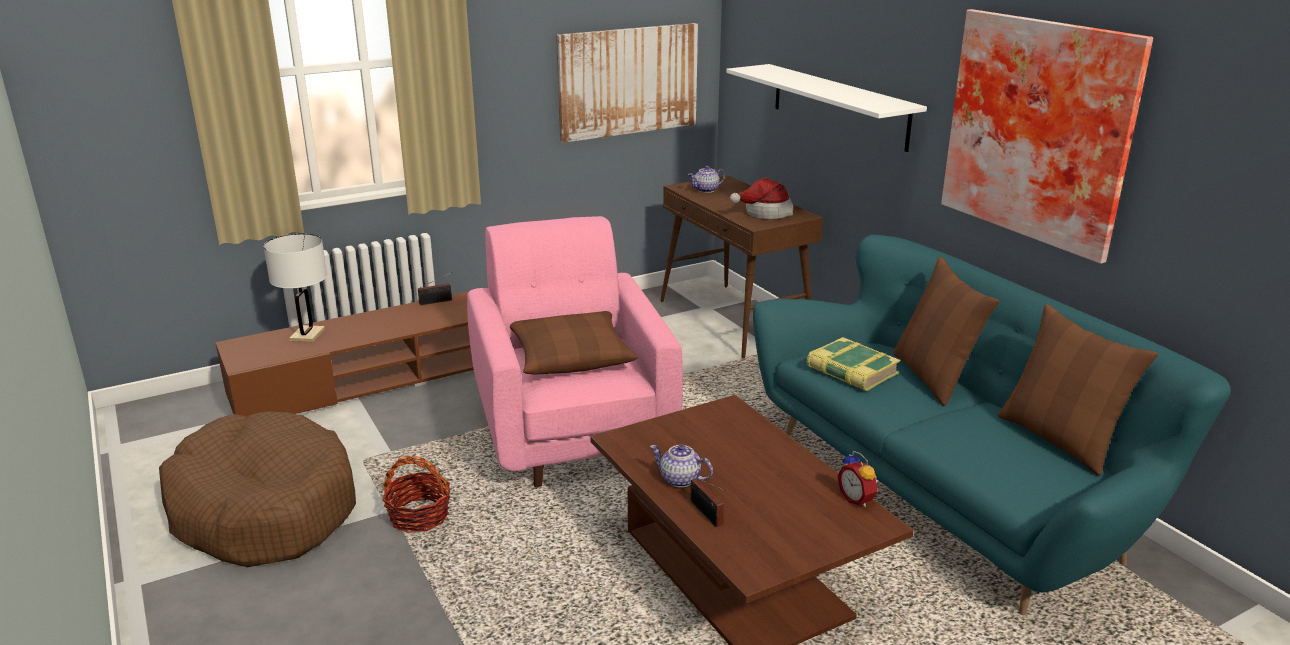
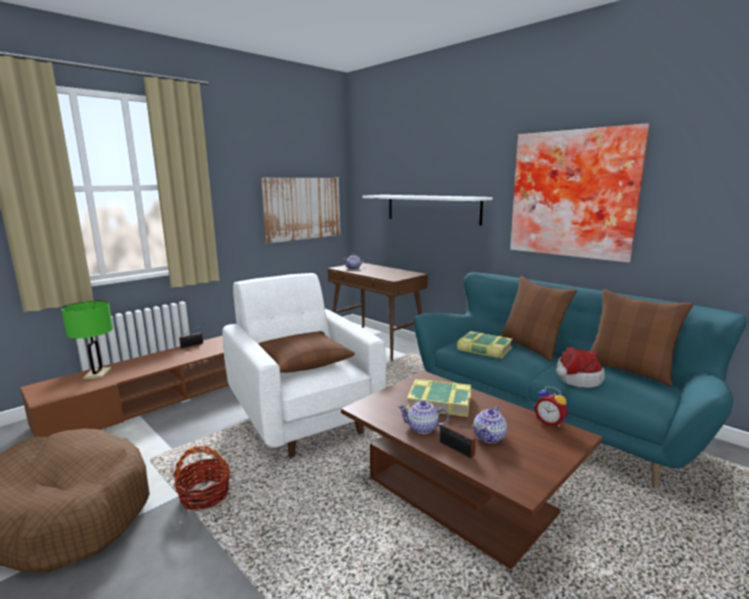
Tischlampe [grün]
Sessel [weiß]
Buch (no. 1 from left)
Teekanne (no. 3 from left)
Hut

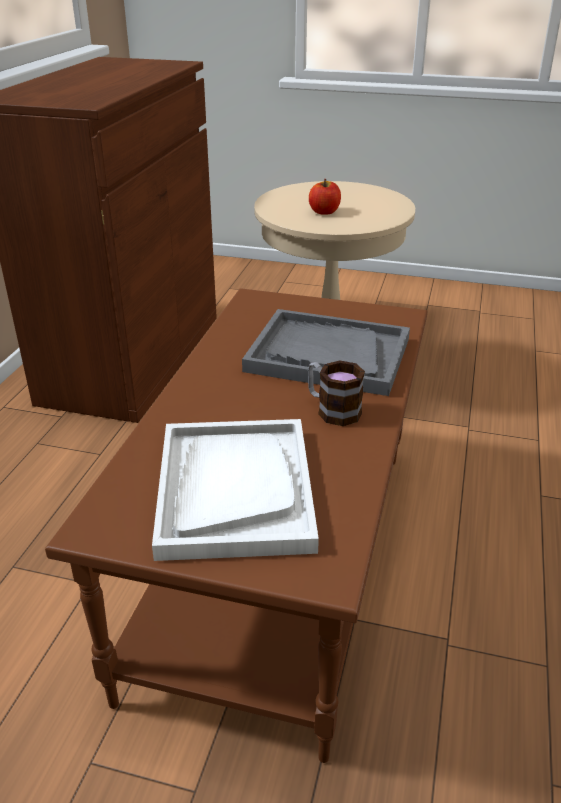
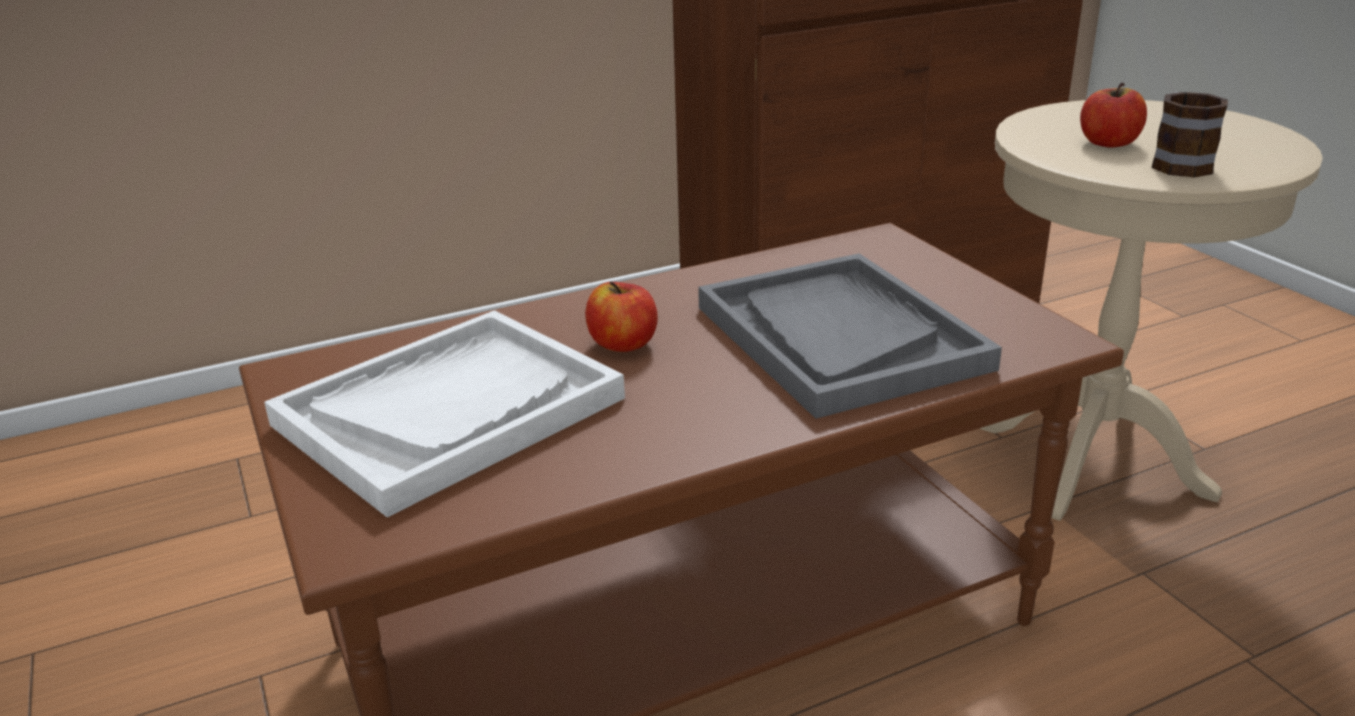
Apfel (no. 1 from left)
Henkelbecher

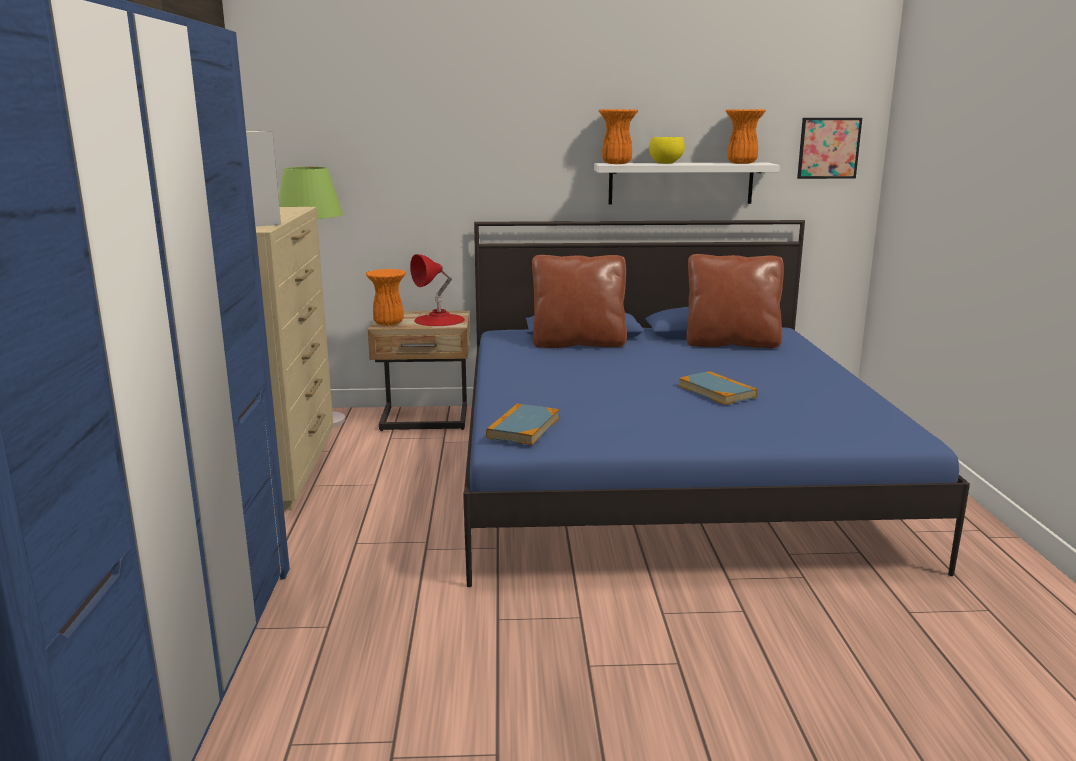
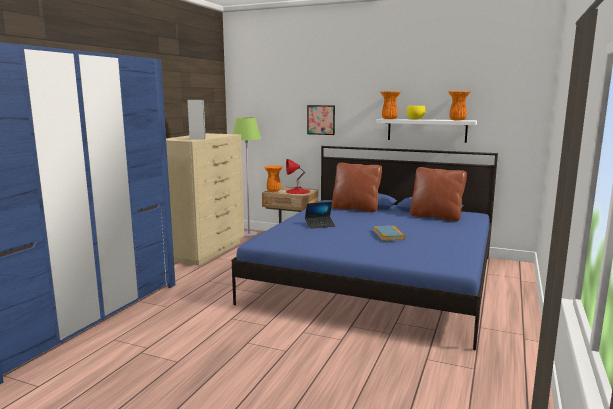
Laptop
Bild
Buch (no. 1 from left in the first image)

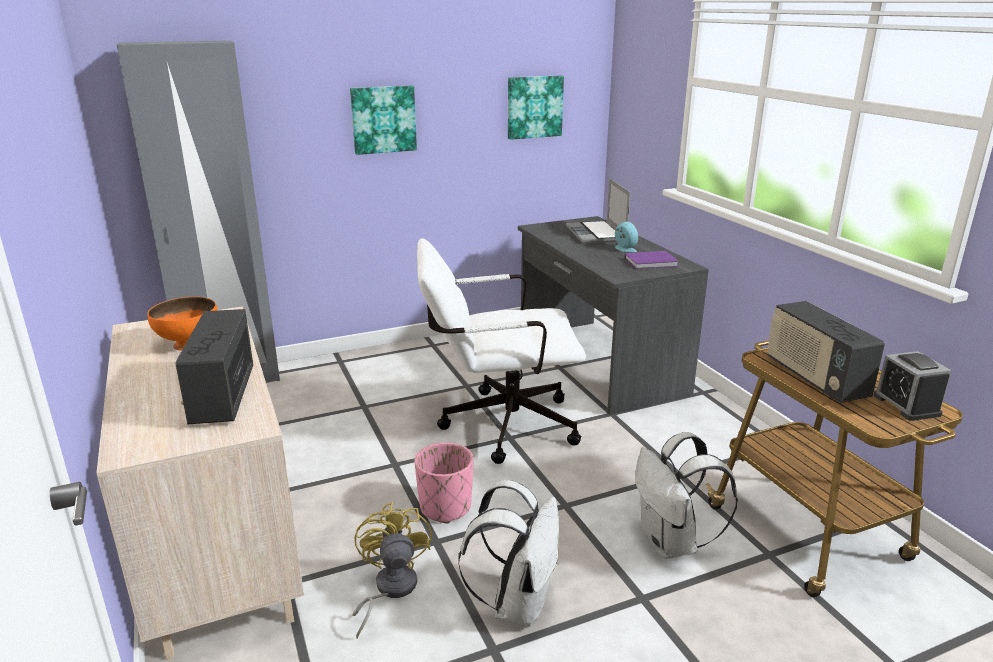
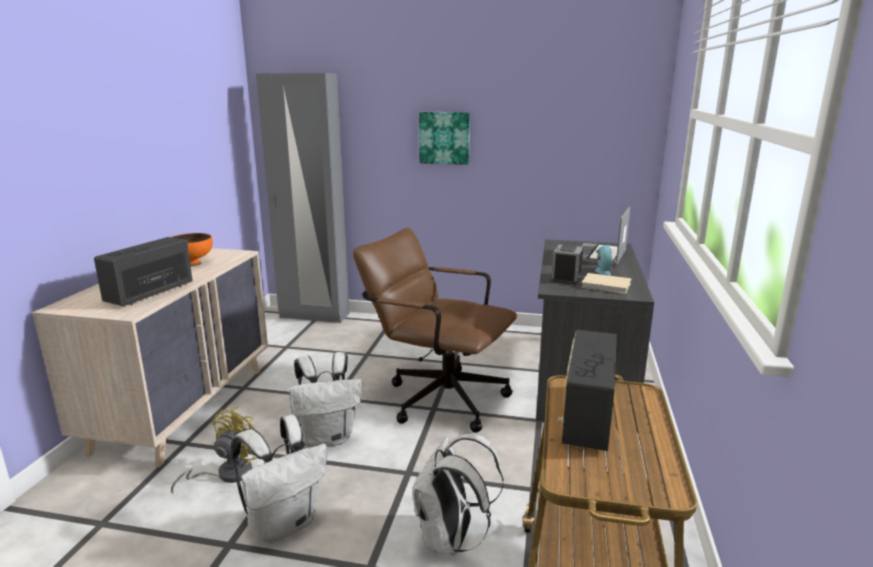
Rucksack [weiß] (no. 2 from left)
Bürostuhl [braun]
Wecker (no. 1 from left)
Buch [beige]
Bild (no. 2 from left in the first image)

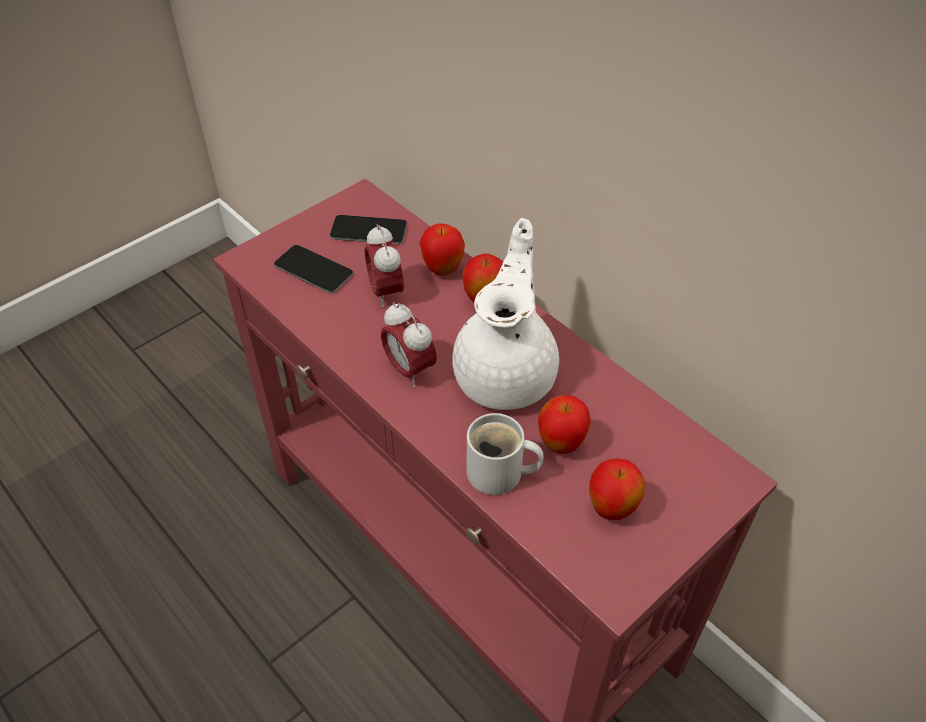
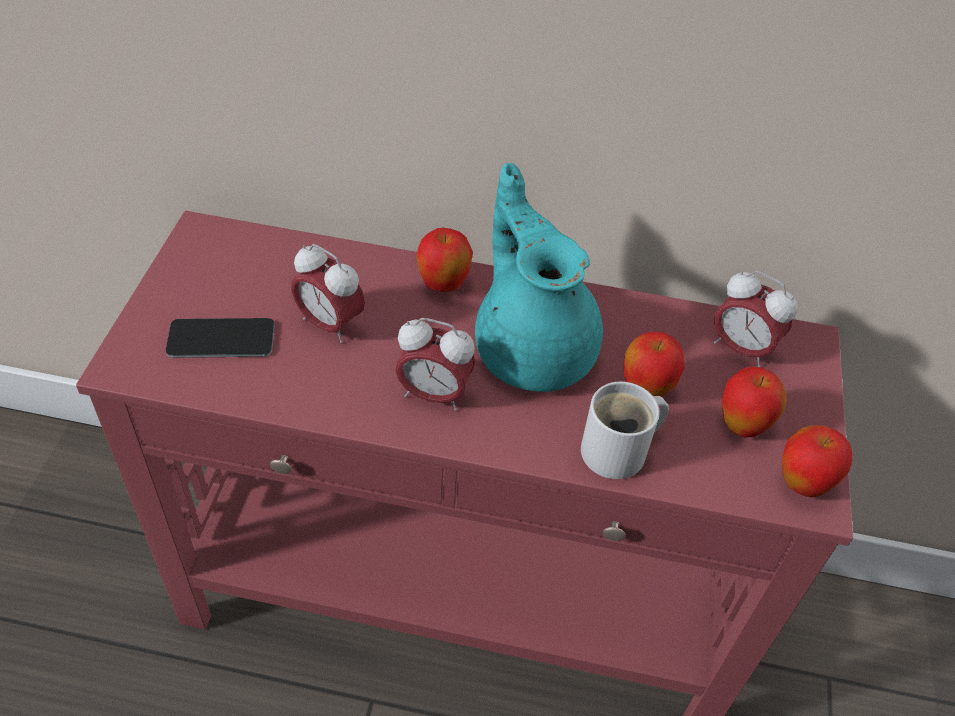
Teekanne [türkis]
Wecker (no. 3 from left)
Apfel (no. 4 from left)
Handy (no. 2 from left in the first image)

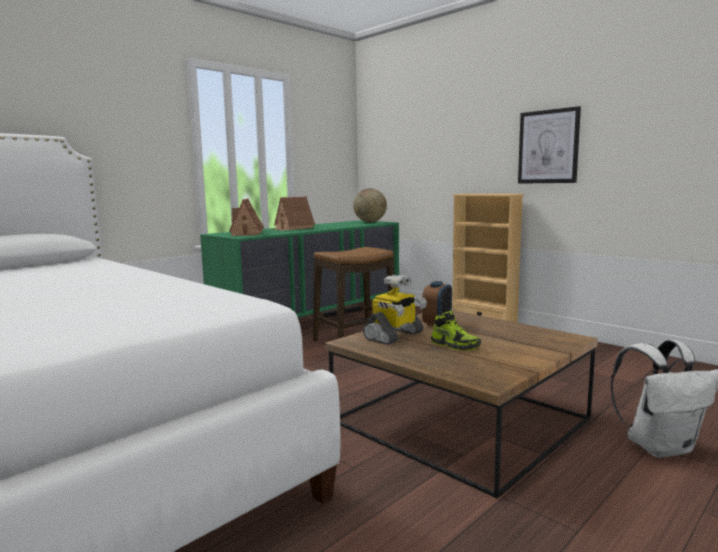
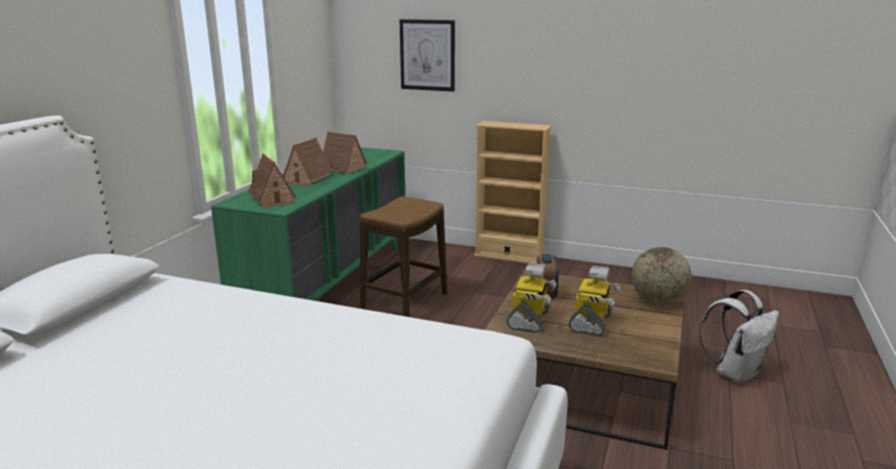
Spielzeughaus (no. 3 from left)
Bild
Spielzeugroboter (no. 2 from left)
Globus

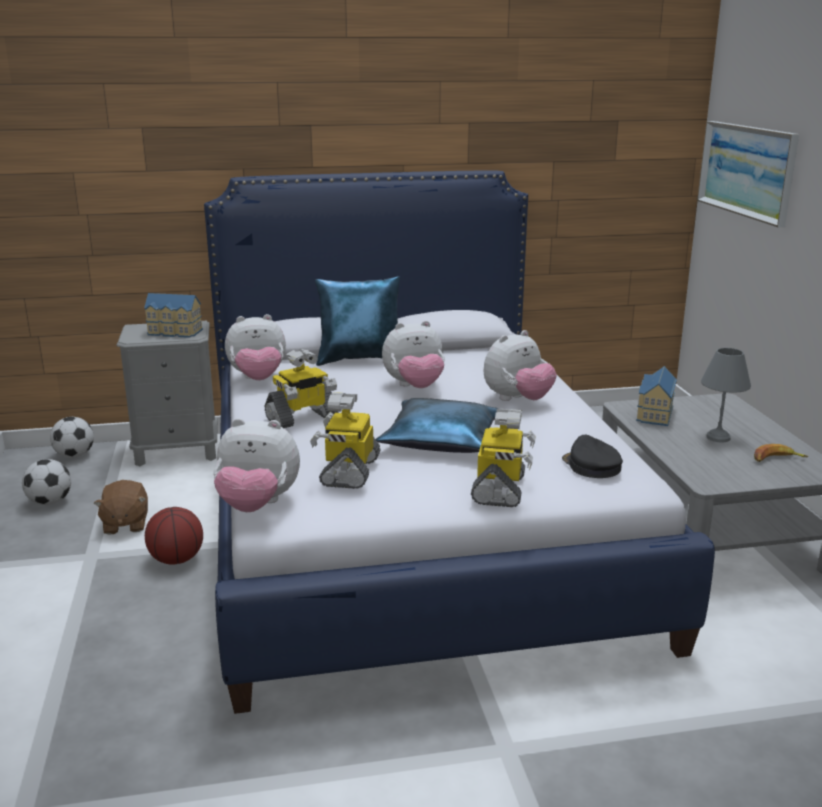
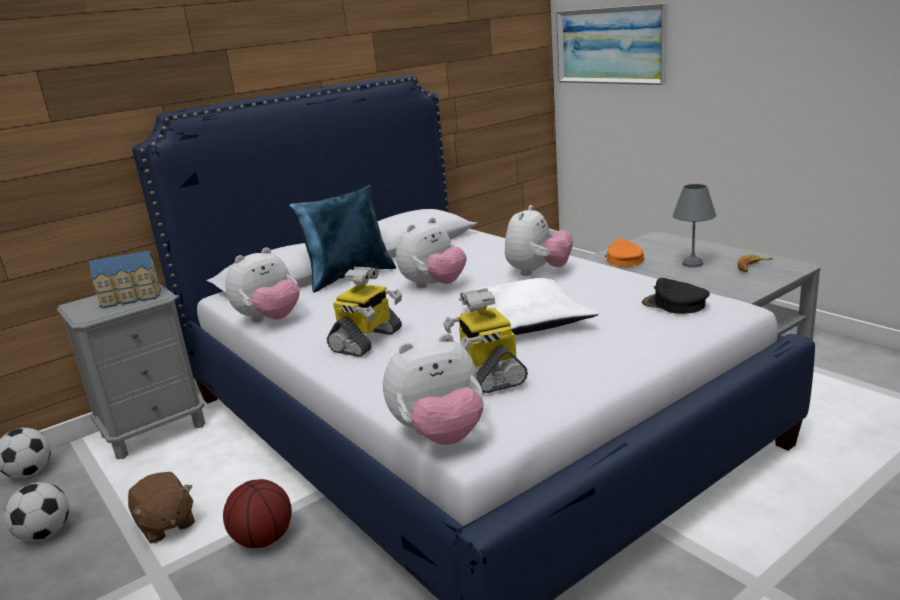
Kissen [weiß]
Kappe [orange]
Spielzeugroboter (no. 3 from left in the first image)

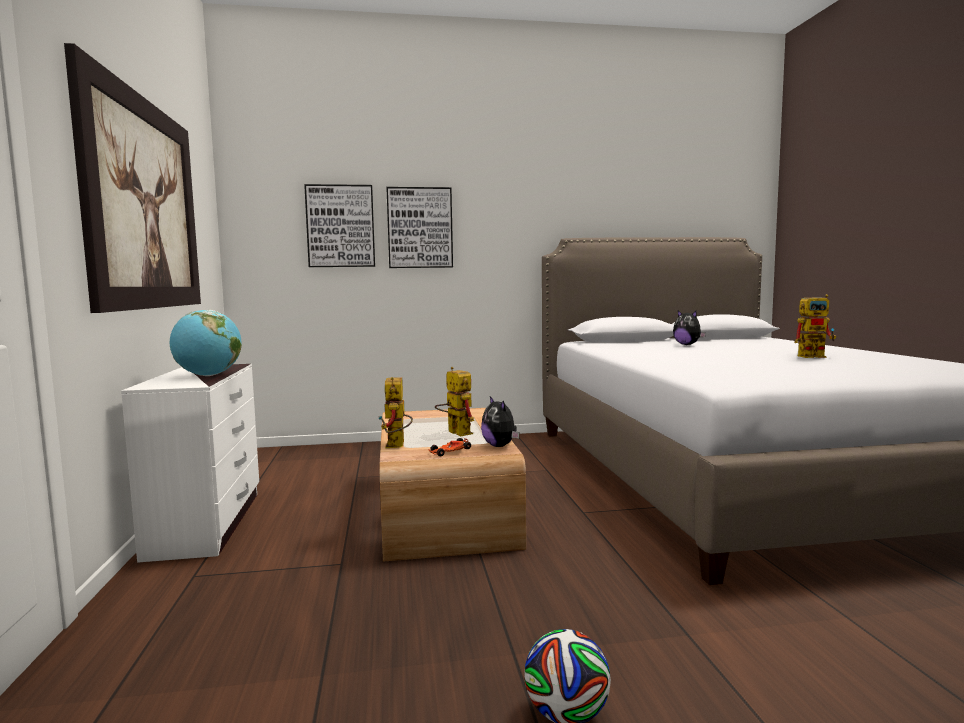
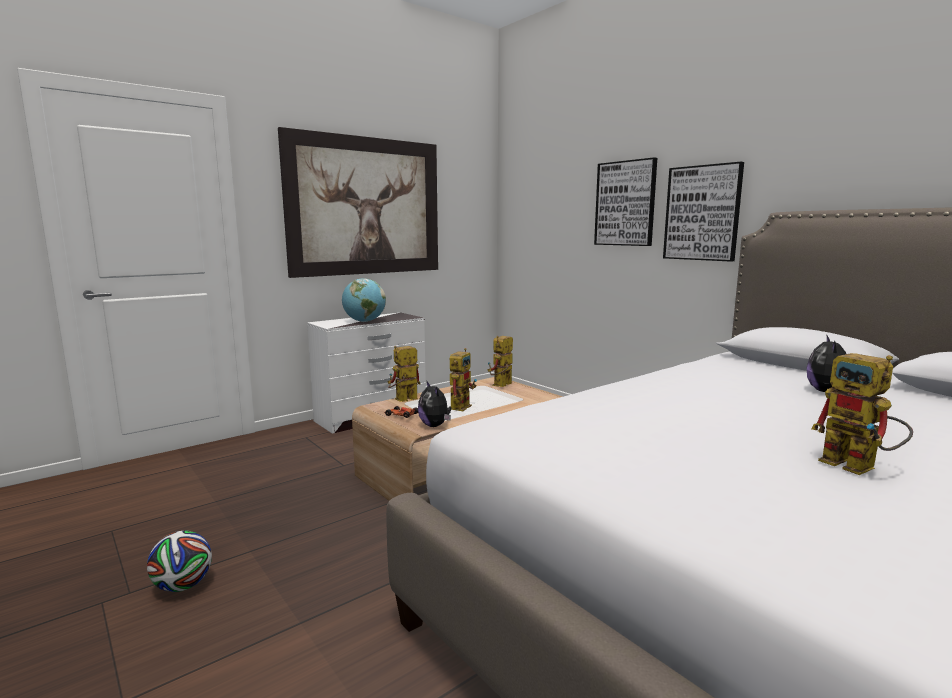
Plüschtier (no. 1 from left)
Spielzeugroboter (no. 3 from left)
Bild (no. 3 from left)

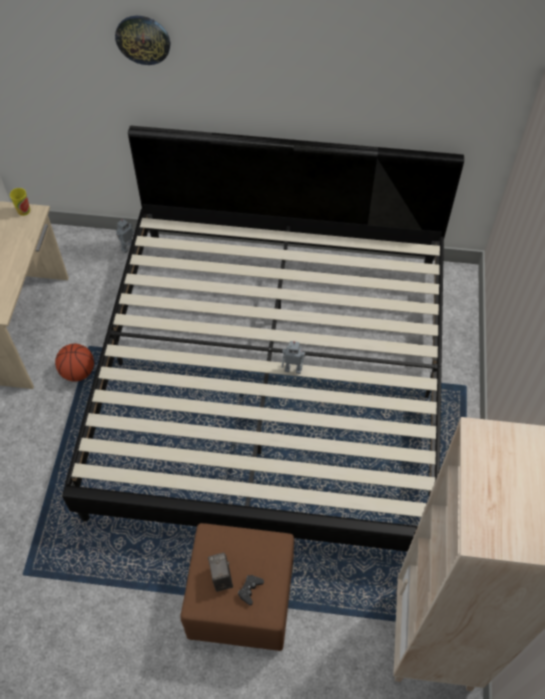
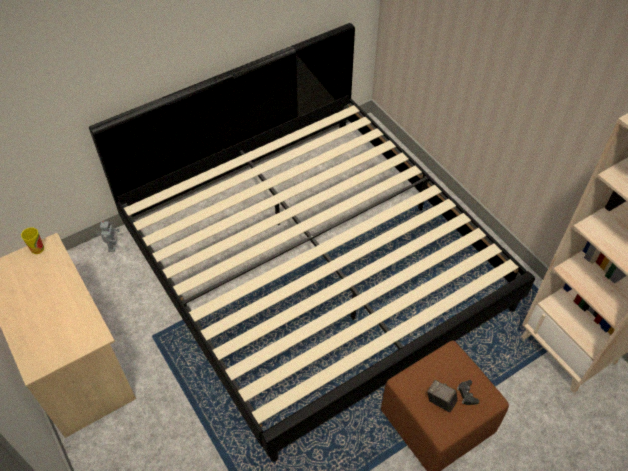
Basketball
Wanduhr
Spielzeugroboter (no. 2 from left in the first image)

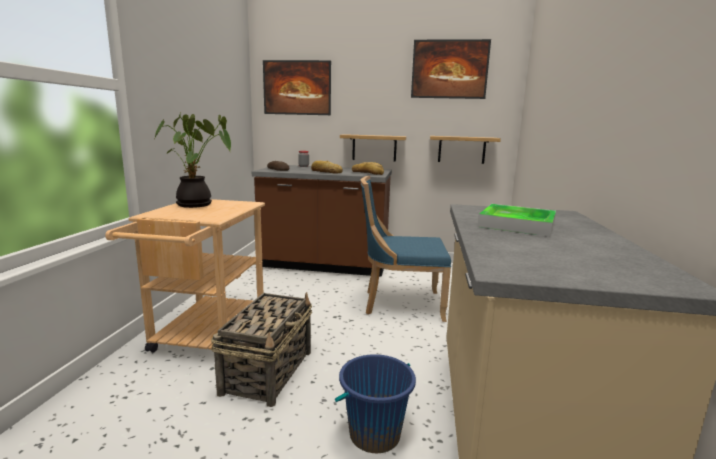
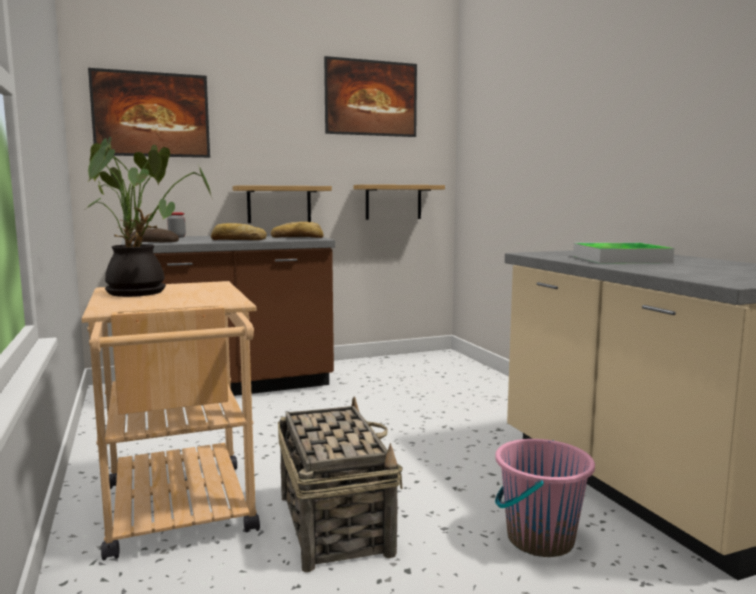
Eimer [rosa]
Stuhl [blau]

